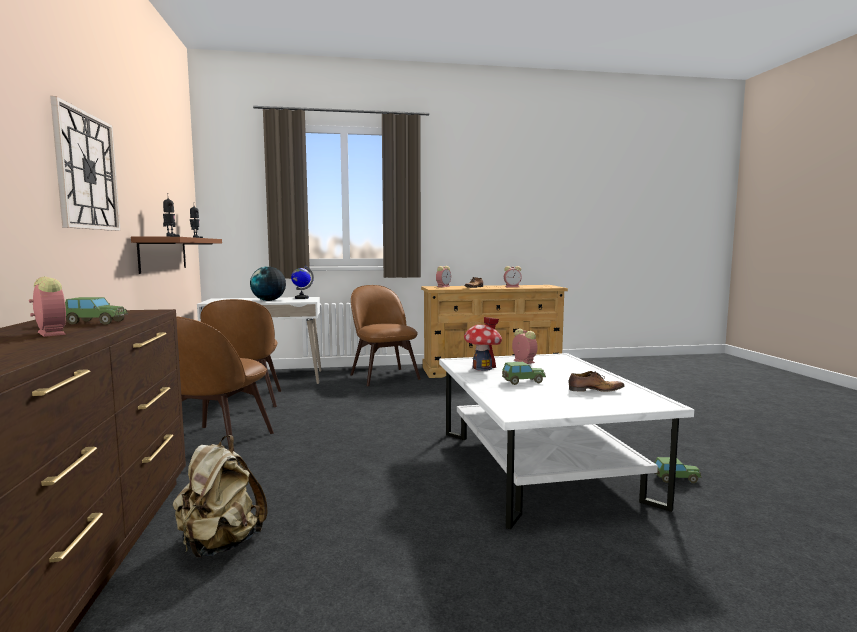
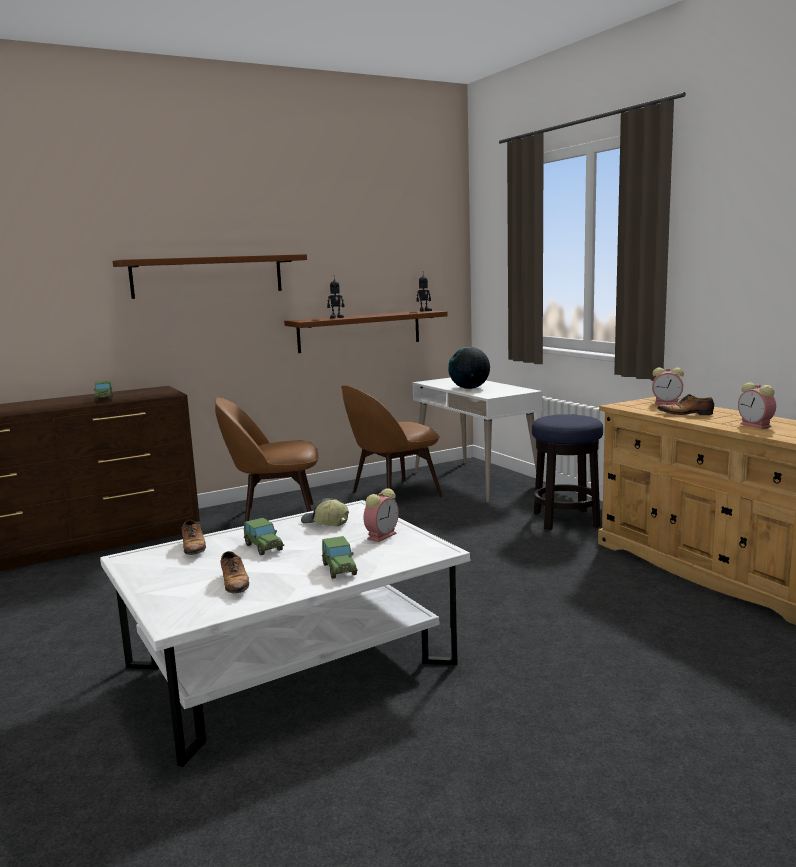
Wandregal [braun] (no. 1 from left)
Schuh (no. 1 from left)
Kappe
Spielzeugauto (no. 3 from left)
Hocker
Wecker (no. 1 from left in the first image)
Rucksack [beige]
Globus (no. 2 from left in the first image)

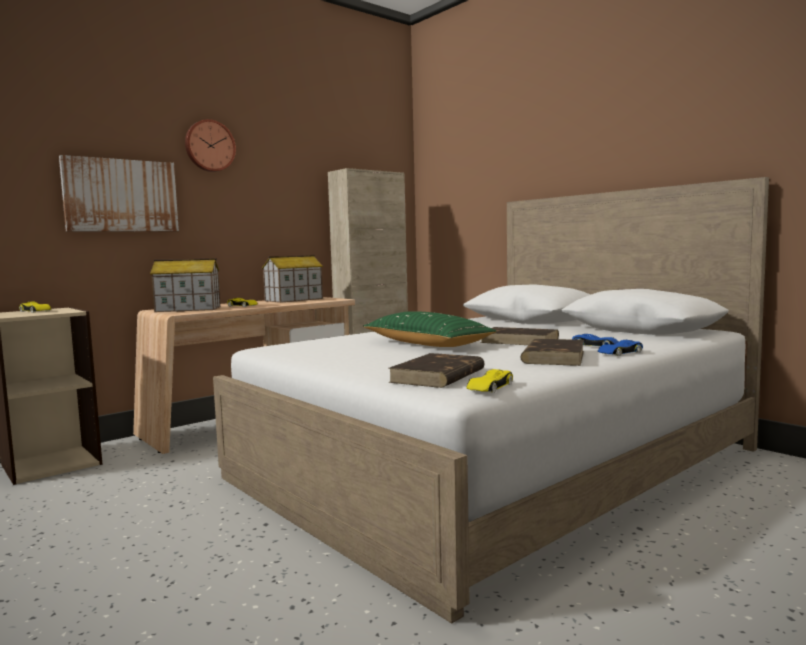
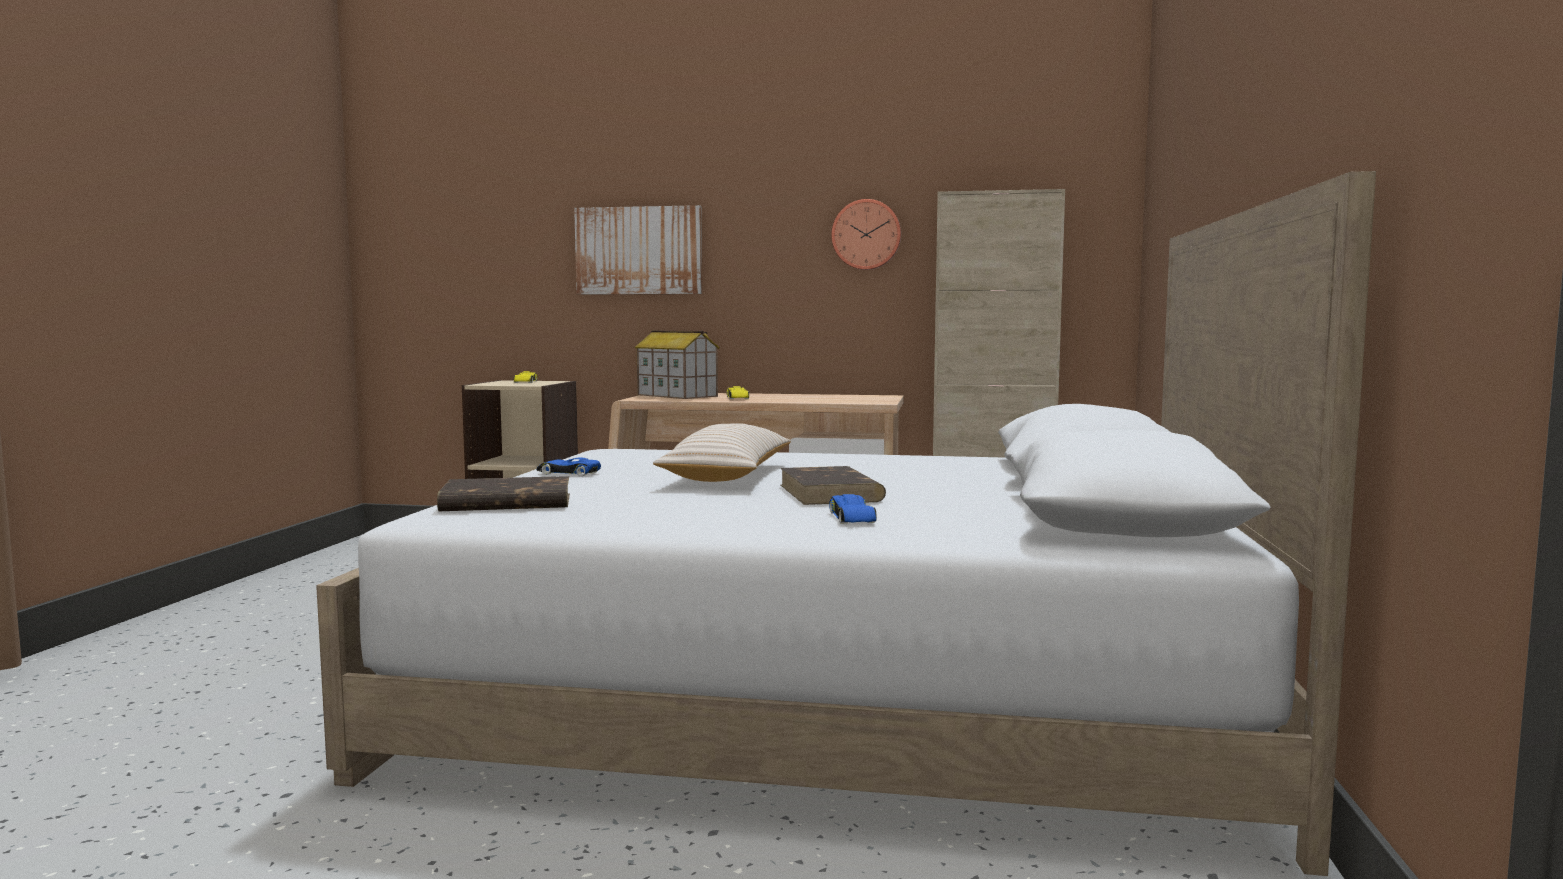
Spielzeugauto [blau] (no. 1 from left)
Kissen [beige]
Wanduhr
Spielzeughaus (no. 2 from left in the first image)
Spielzeugauto [gelb] (no. 3 from left in the first image)
Buch [braun] (no. 3 from left in the first image)

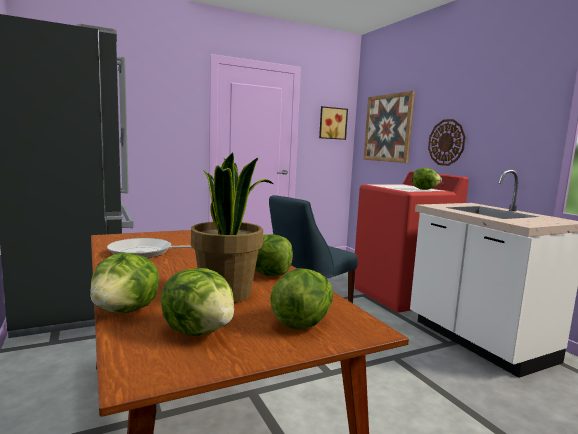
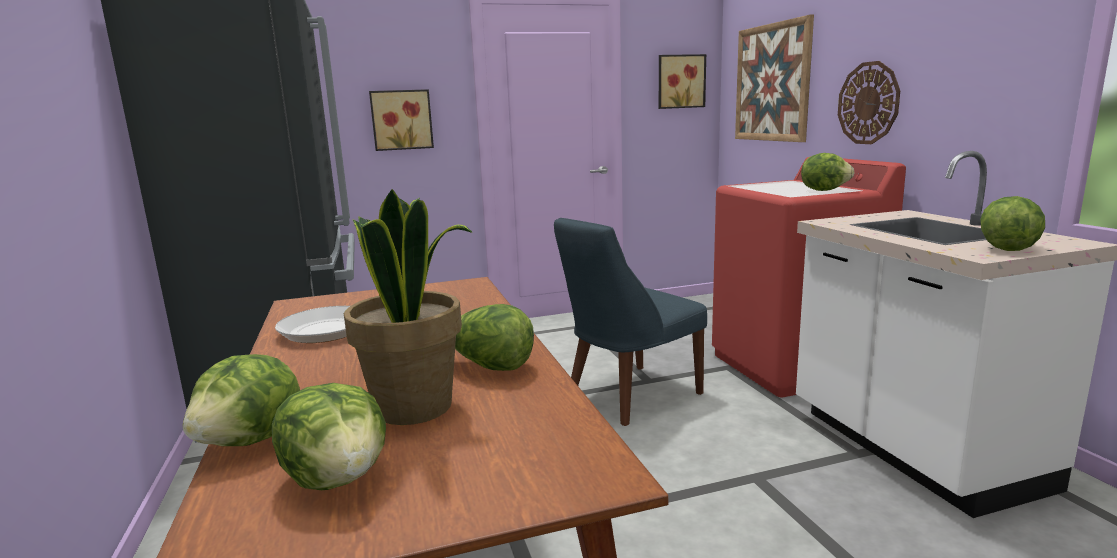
Bild (no. 1 from left)
Salatkopf (no. 5 from left)

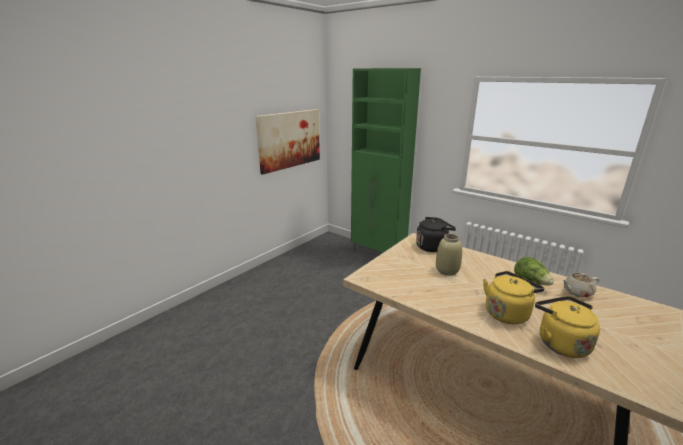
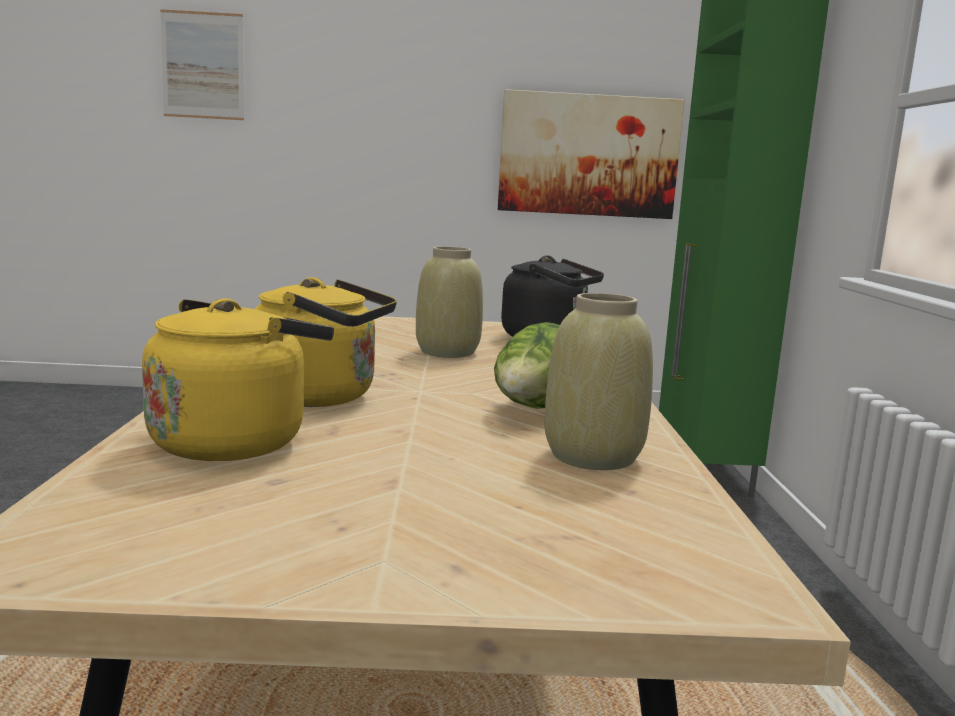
Bild (no. 1 from left)
Vase [beige] (no. 2 from left)

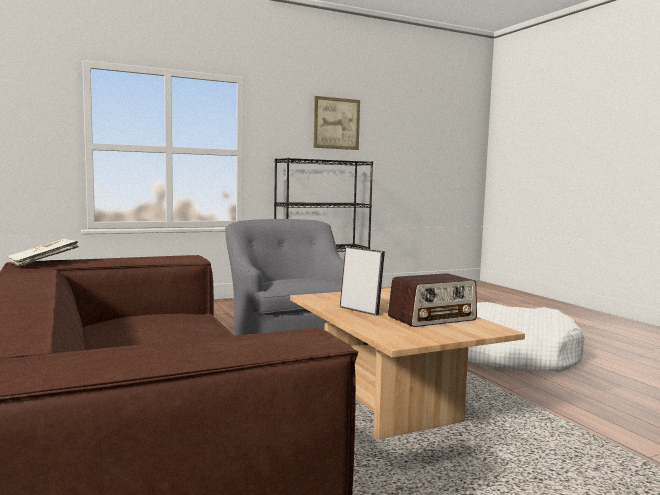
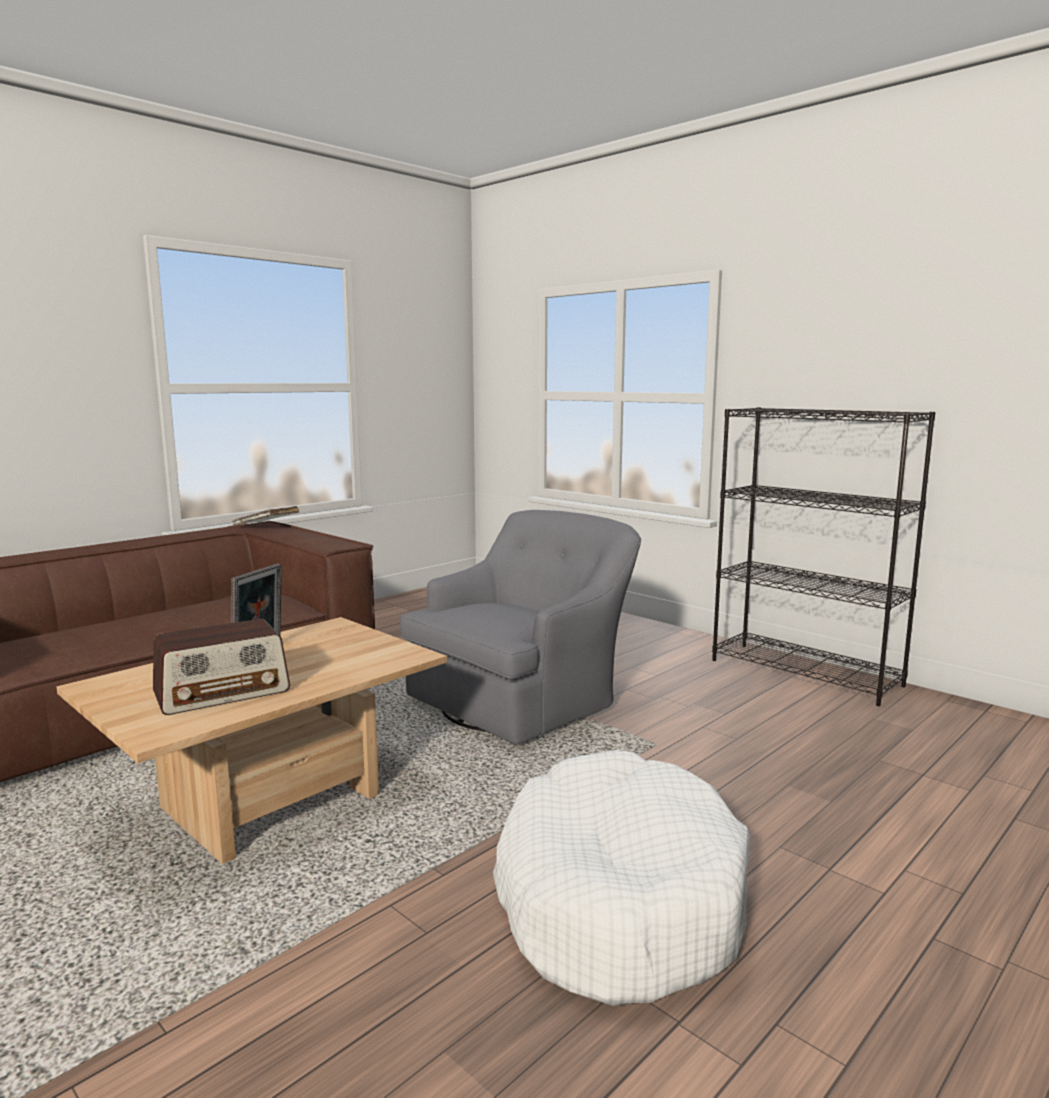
Radio
Bild

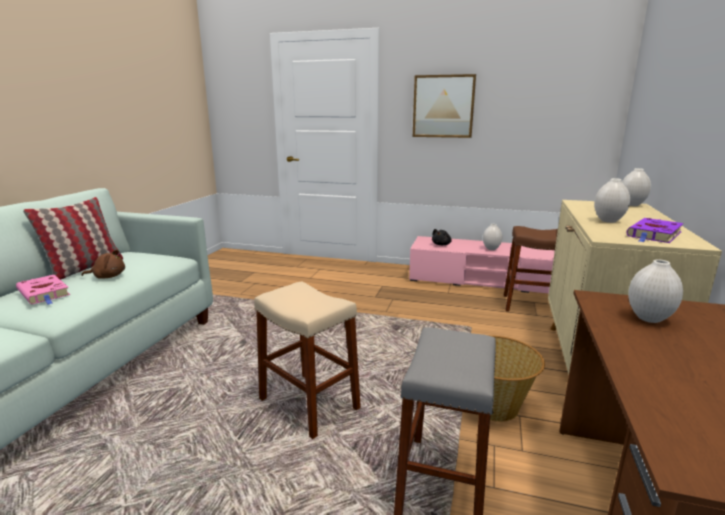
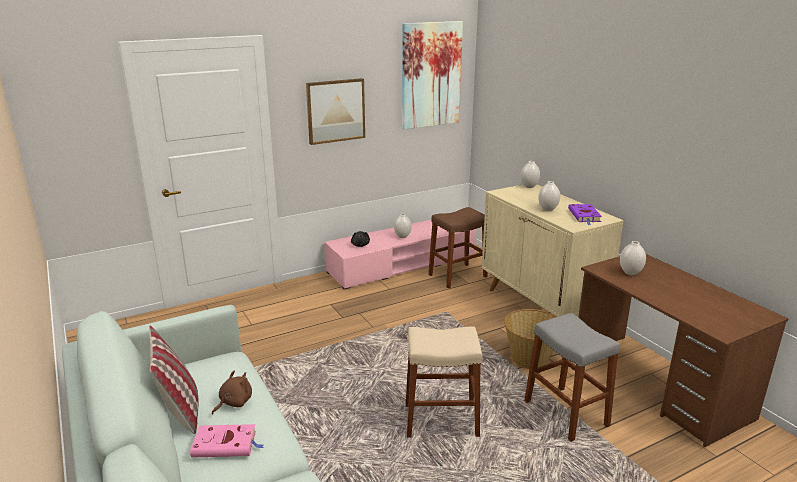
Bild (no. 2 from left)

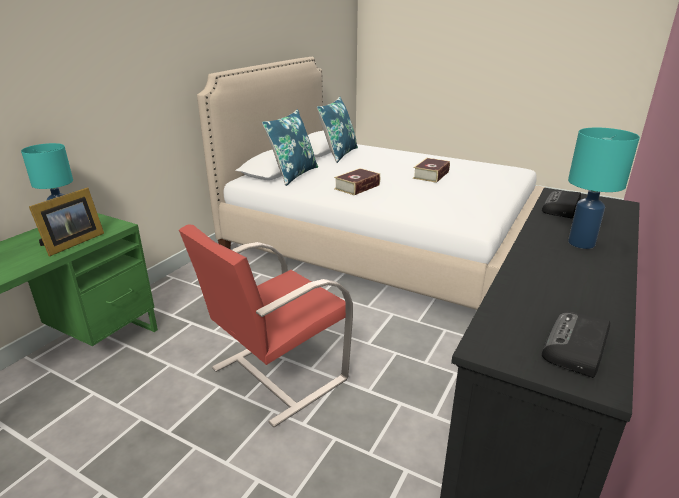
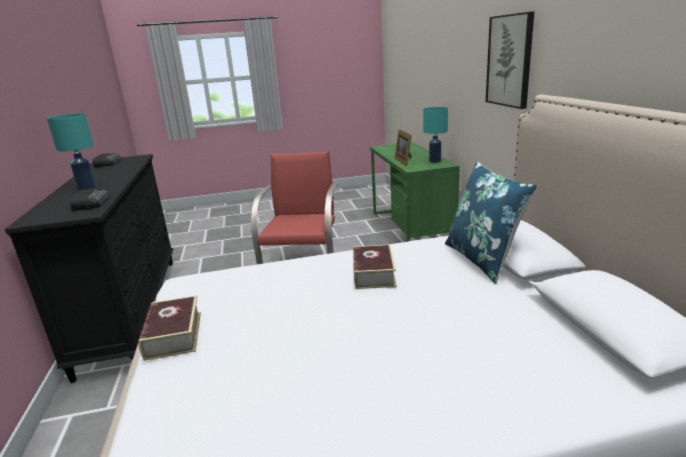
Buch (no. 1 from left)
Bild
Kissen [blau] (no. 2 from left in the first image)

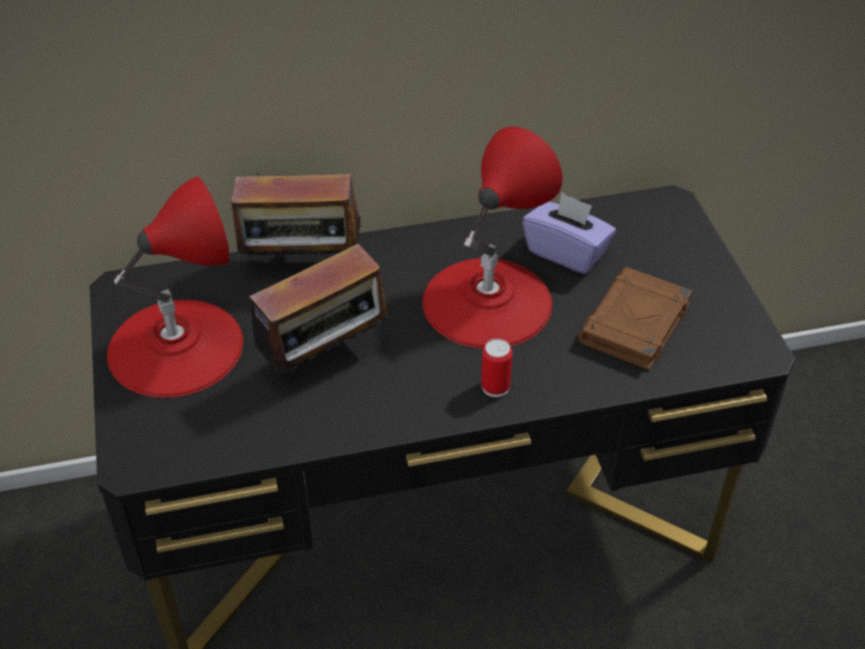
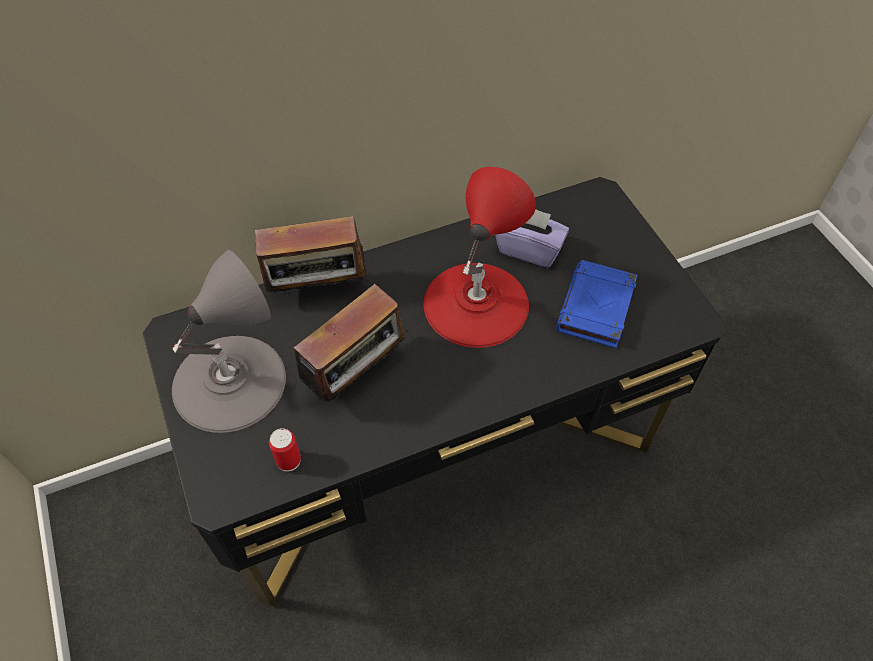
Tischlampe [grau]
Dose
Buch [blau]

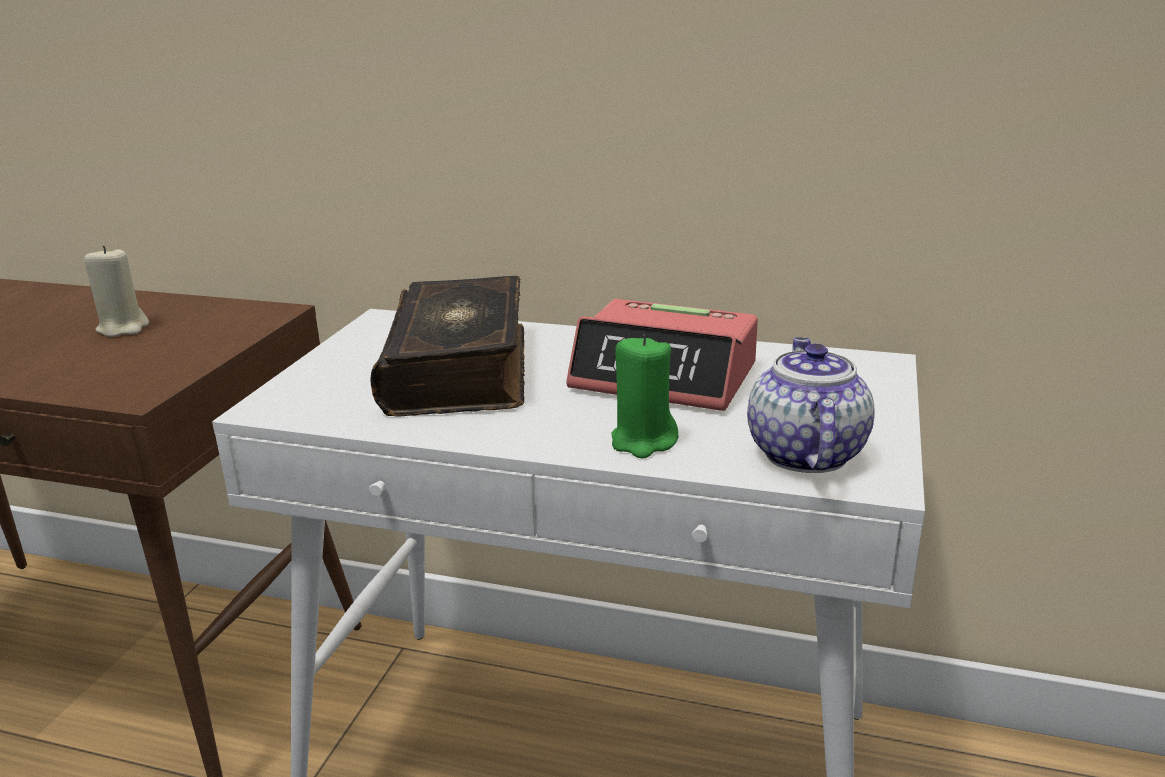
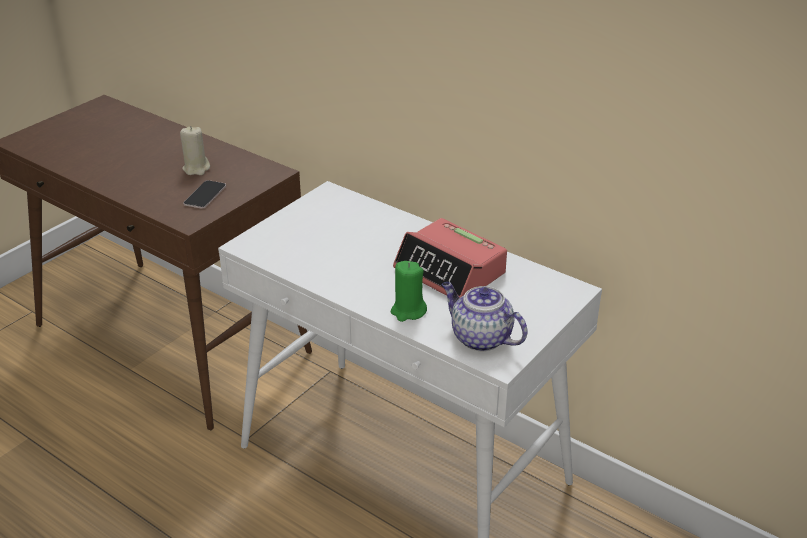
Handy
Teekanne
Buch

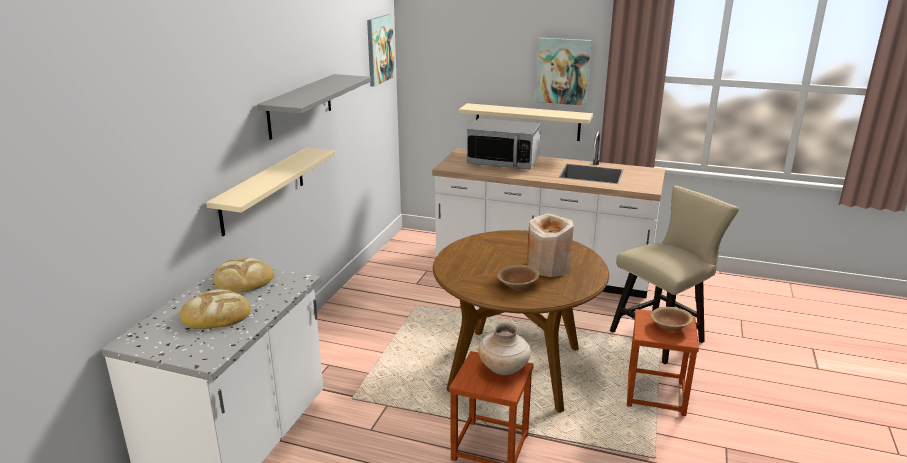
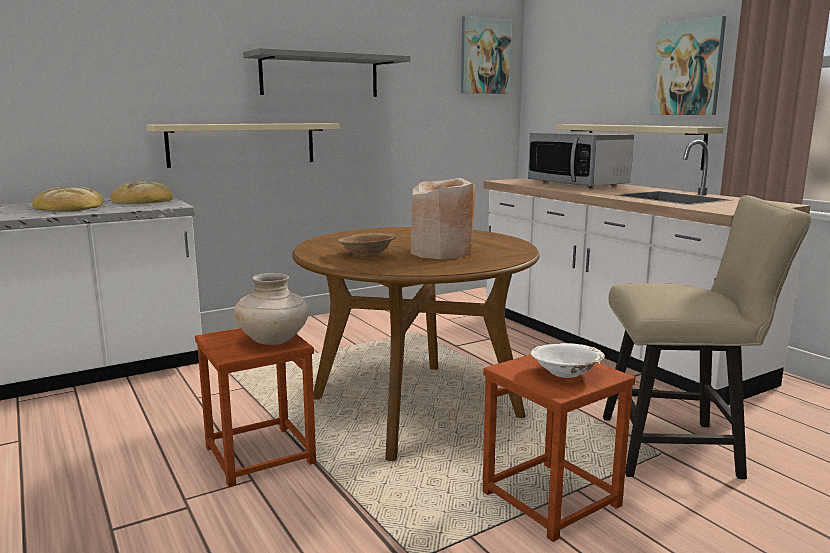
Schüssel [weiß]

